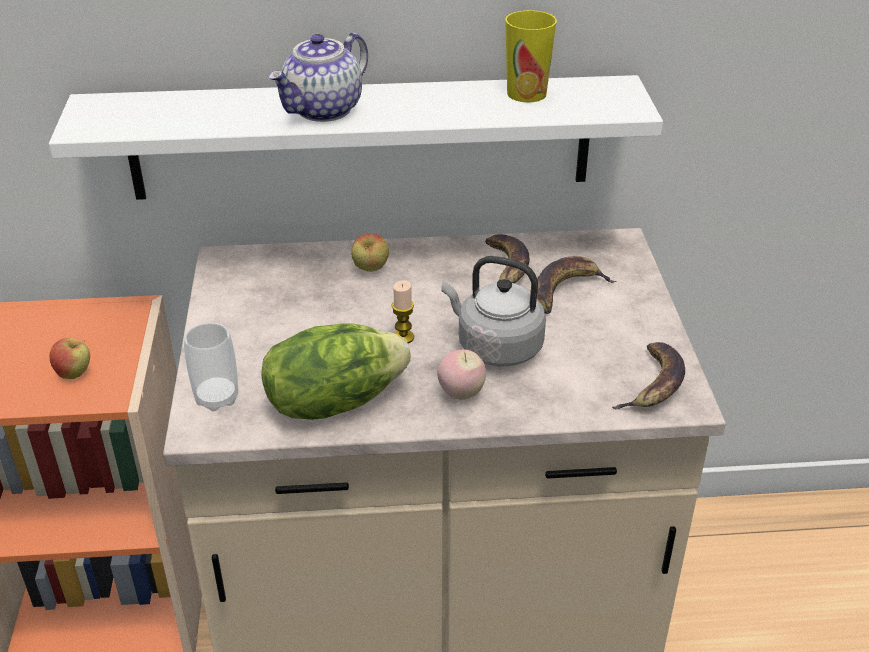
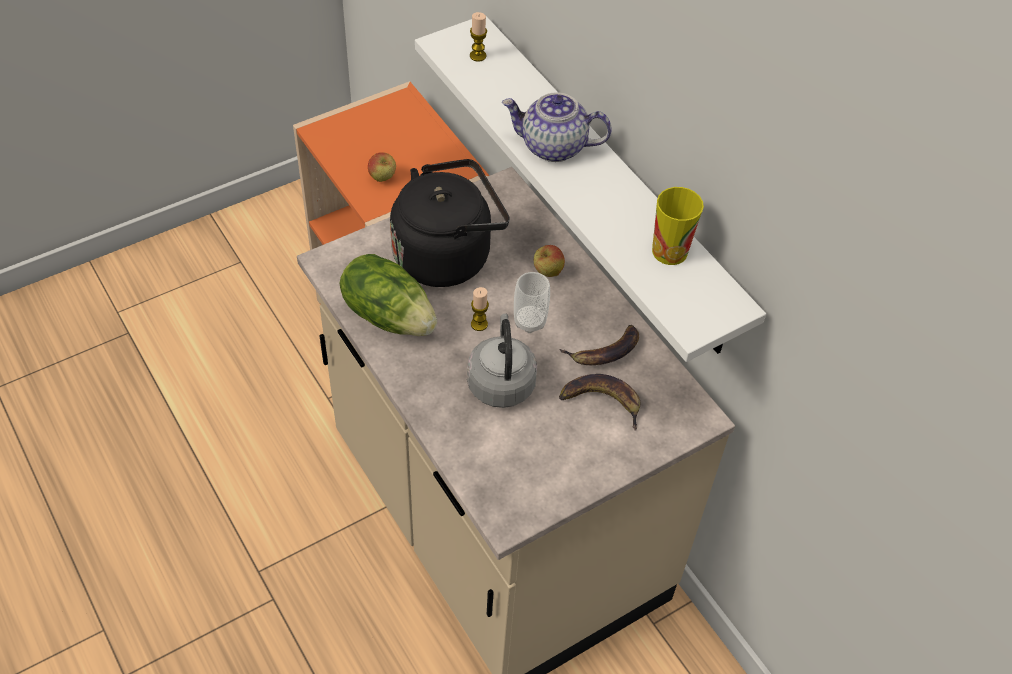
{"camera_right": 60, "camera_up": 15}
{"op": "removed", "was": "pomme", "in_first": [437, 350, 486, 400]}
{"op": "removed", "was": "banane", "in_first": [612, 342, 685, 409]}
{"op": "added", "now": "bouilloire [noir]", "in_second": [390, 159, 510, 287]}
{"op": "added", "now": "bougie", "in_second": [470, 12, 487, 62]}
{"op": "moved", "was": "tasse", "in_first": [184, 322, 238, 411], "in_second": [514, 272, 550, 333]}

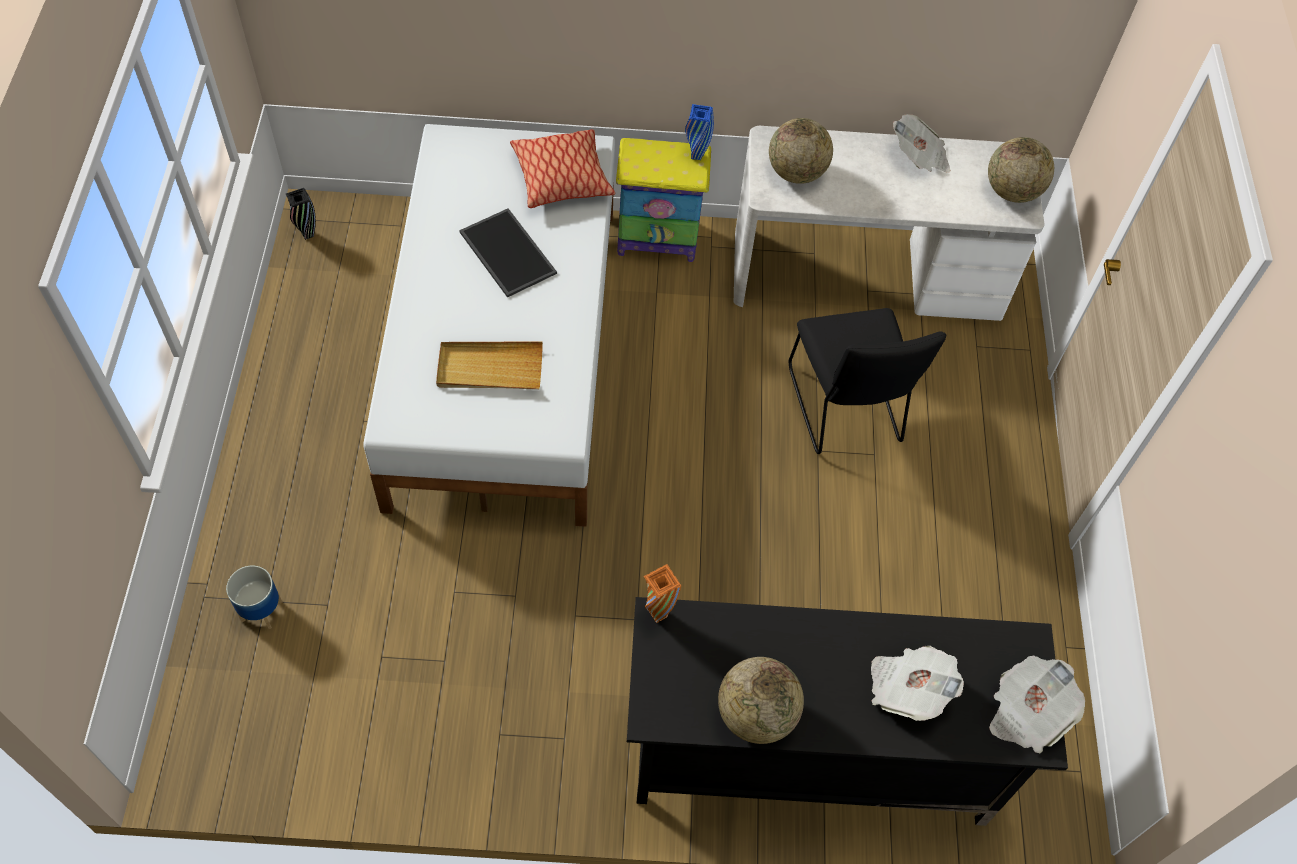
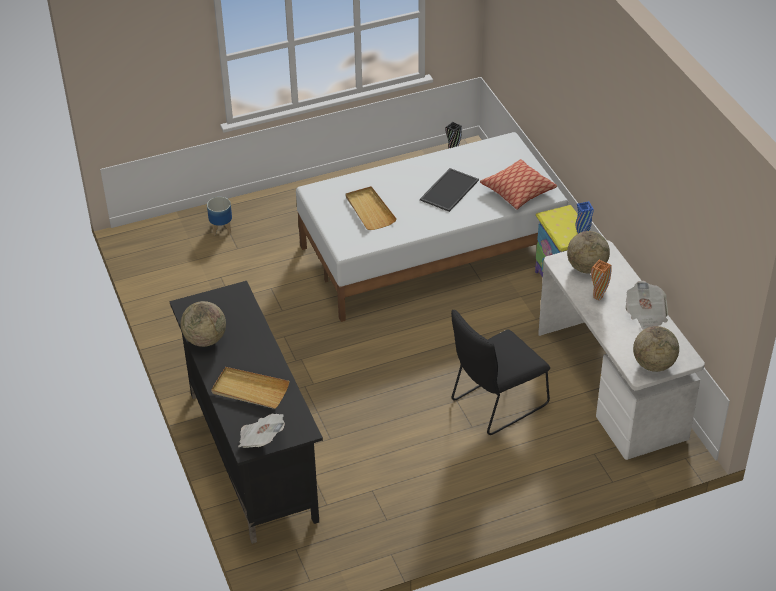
{"camera_right": 70, "camera_up": -15}
{"op": "moved", "was": "vase [orange]", "in_first": [644, 564, 681, 623], "in_second": [591, 260, 612, 301]}
{"op": "replaced", "was": "journal", "now": "plateau [beige]", "in_first": [871, 646, 964, 721], "in_second": [211, 367, 289, 409]}

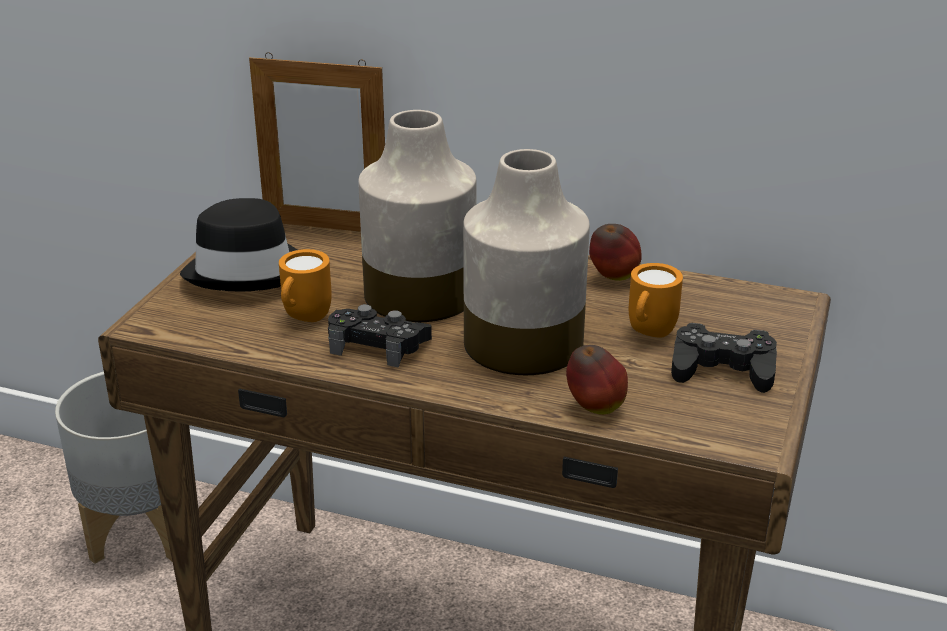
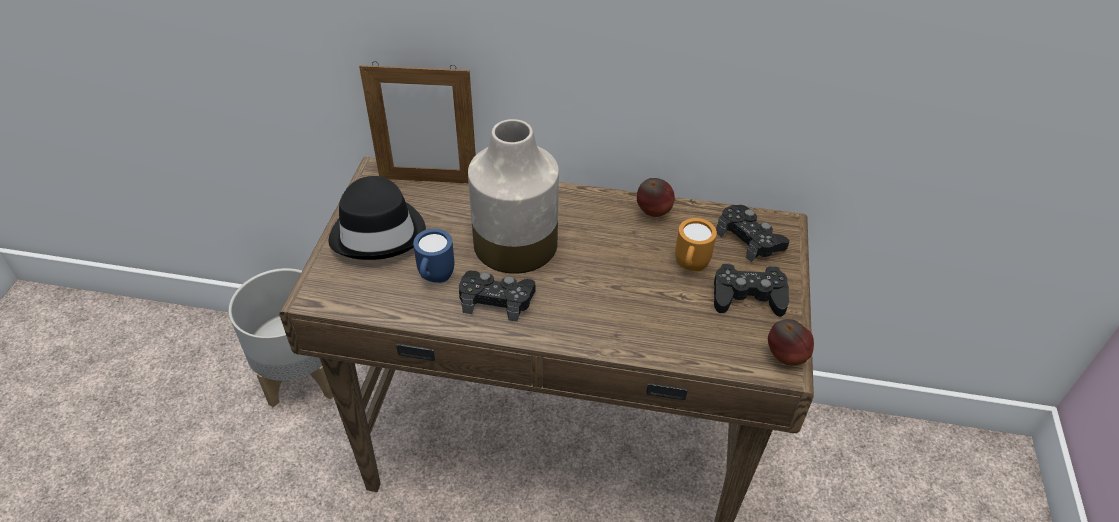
{"camera_right": -10, "camera_up": 15}
{"op": "removed", "was": "vase [beige]", "in_first": [463, 149, 590, 375]}
{"op": "added", "now": "manette [noir]", "in_second": [716, 205, 789, 262]}
{"op": "moved", "was": "pomme", "in_first": [566, 345, 628, 415], "in_second": [768, 319, 814, 366]}
{"op": "recoloured", "was": "mug [orange]", "now": "mug [bleu]", "in_first": [279, 249, 332, 322], "in_second": [413, 228, 454, 283]}

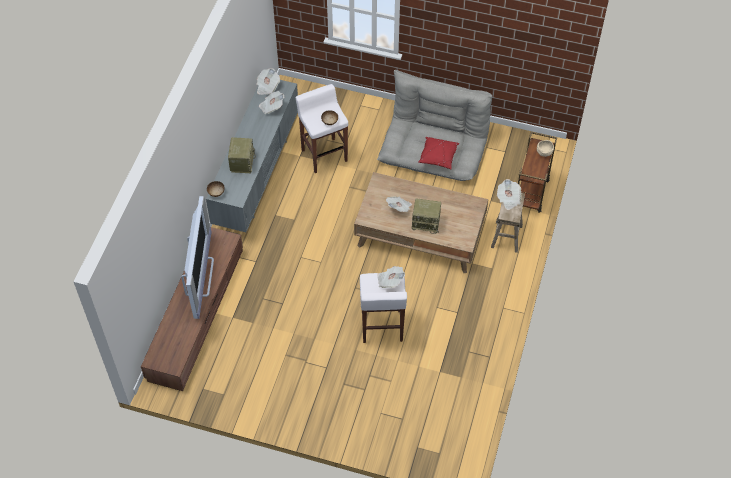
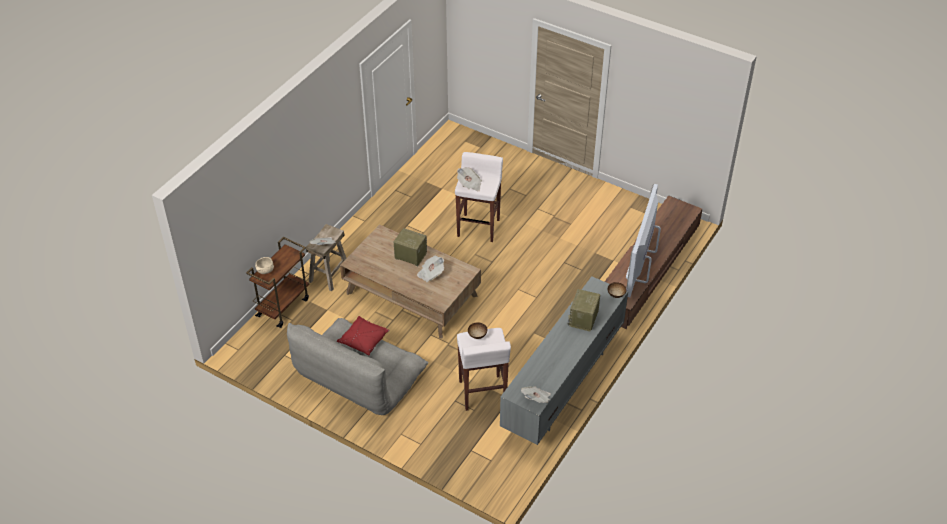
{"camera_right": -165, "camera_up": -10}
{"op": "removed", "was": "journal", "in_first": [259, 91, 284, 114]}

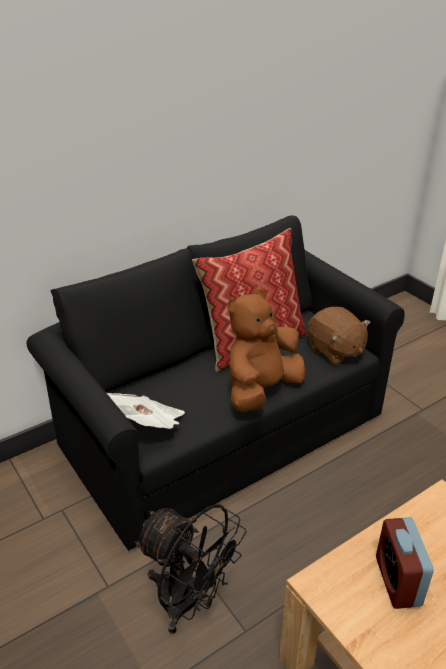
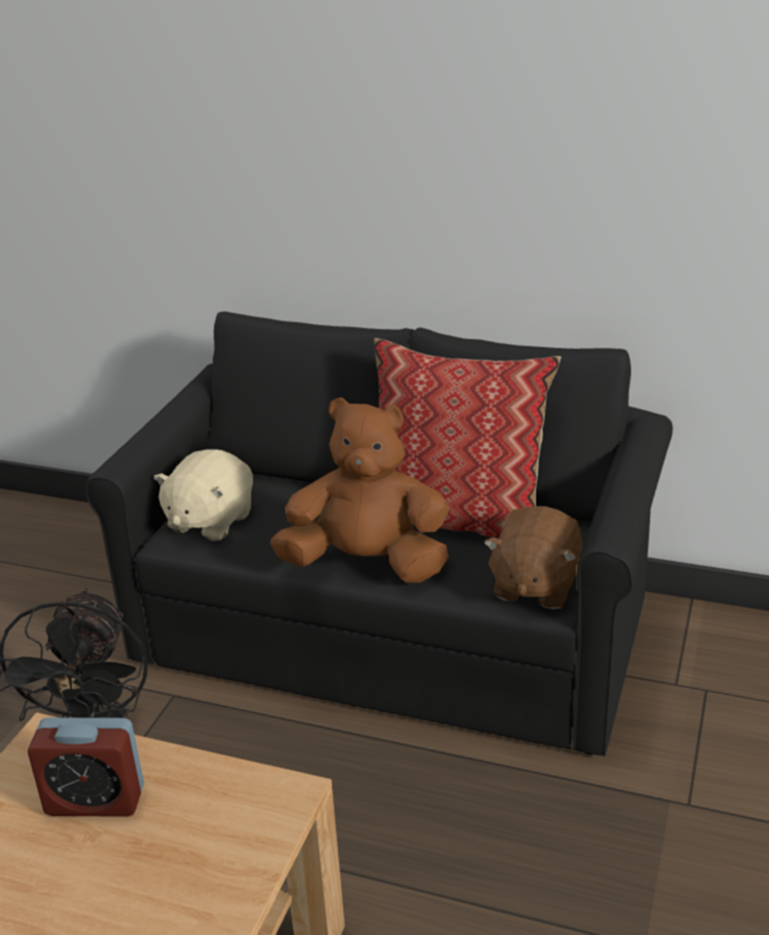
{"camera_right": 55, "camera_up": -5}
{"op": "replaced", "was": "journal", "now": "peluche [beige]", "in_first": [107, 393, 185, 429], "in_second": [154, 449, 253, 541]}
{"op": "turned", "was": "réveil", "in_first": [376, 517, 433, 609], "in_second": [27, 718, 144, 817], "clockwise": -135}

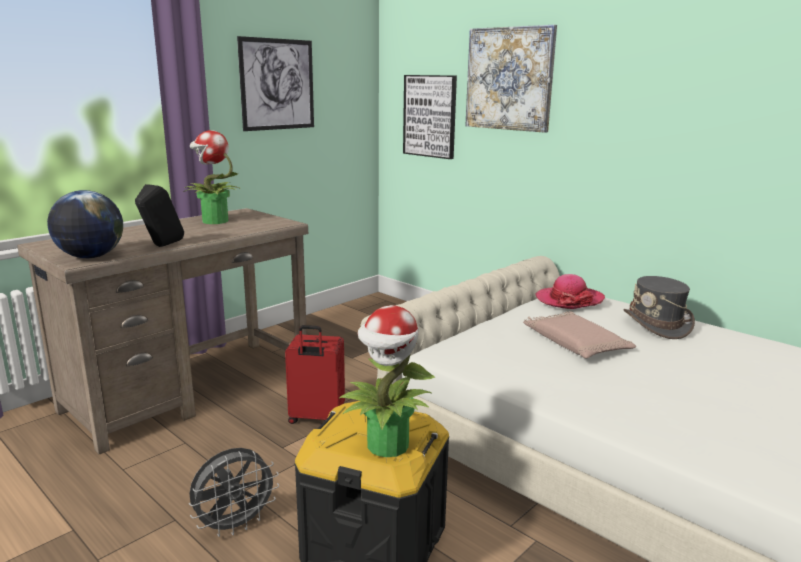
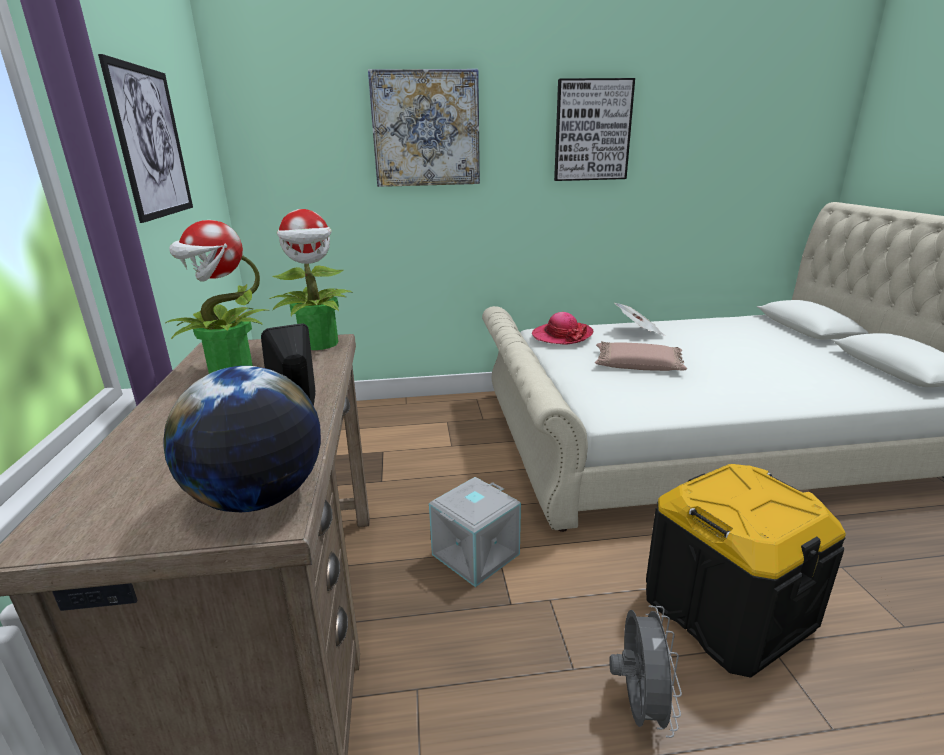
{"camera_right": -50, "camera_up": 5}
{"op": "moved", "was": "plante en pot", "in_first": [339, 305, 435, 457], "in_second": [269, 209, 352, 350]}
{"op": "moved", "was": "tableau", "in_first": [403, 75, 457, 159], "in_second": [554, 78, 635, 181]}
{"op": "replaced", "was": "valise [rouge]", "now": "boîte de rangement [gris]", "in_first": [285, 325, 345, 424], "in_second": [429, 477, 521, 587]}
{"op": "replaced", "was": "chapeau [gris]", "now": "journal", "in_first": [624, 276, 695, 339], "in_second": [614, 303, 666, 336]}

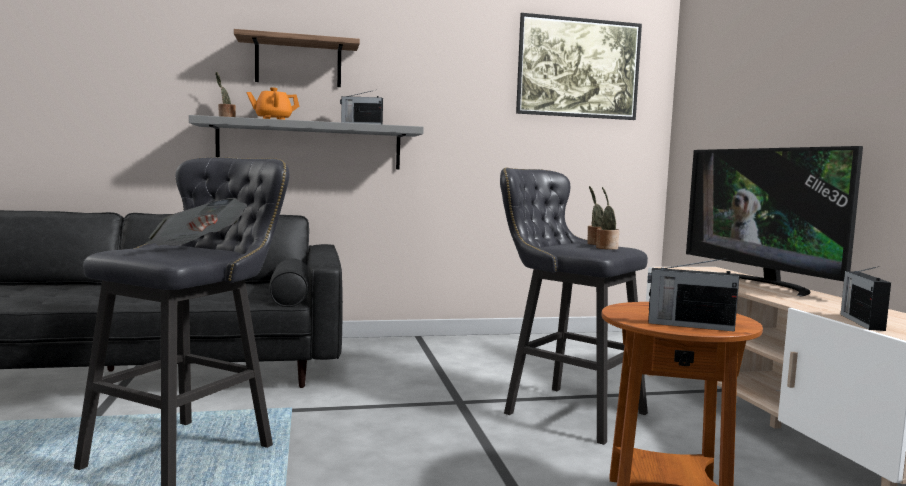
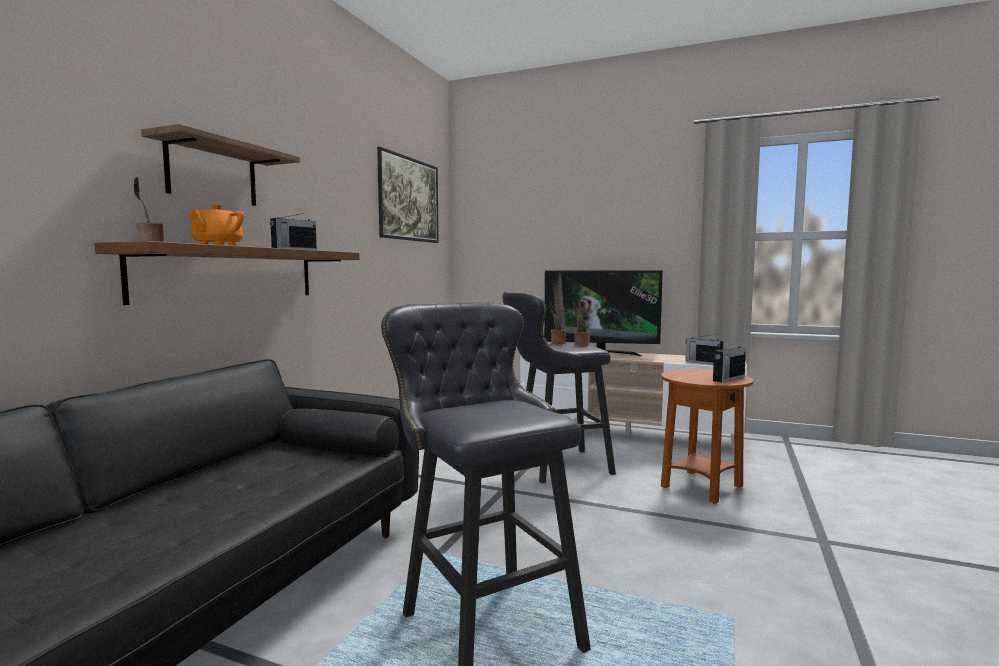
{"camera_right": -55, "camera_up": 0}
{"op": "removed", "was": "journal", "in_first": [146, 198, 247, 246]}
{"op": "recoloured", "was": "étagère [gris]", "now": "étagère [marron]", "in_first": [189, 115, 424, 169], "in_second": [94, 241, 360, 305]}

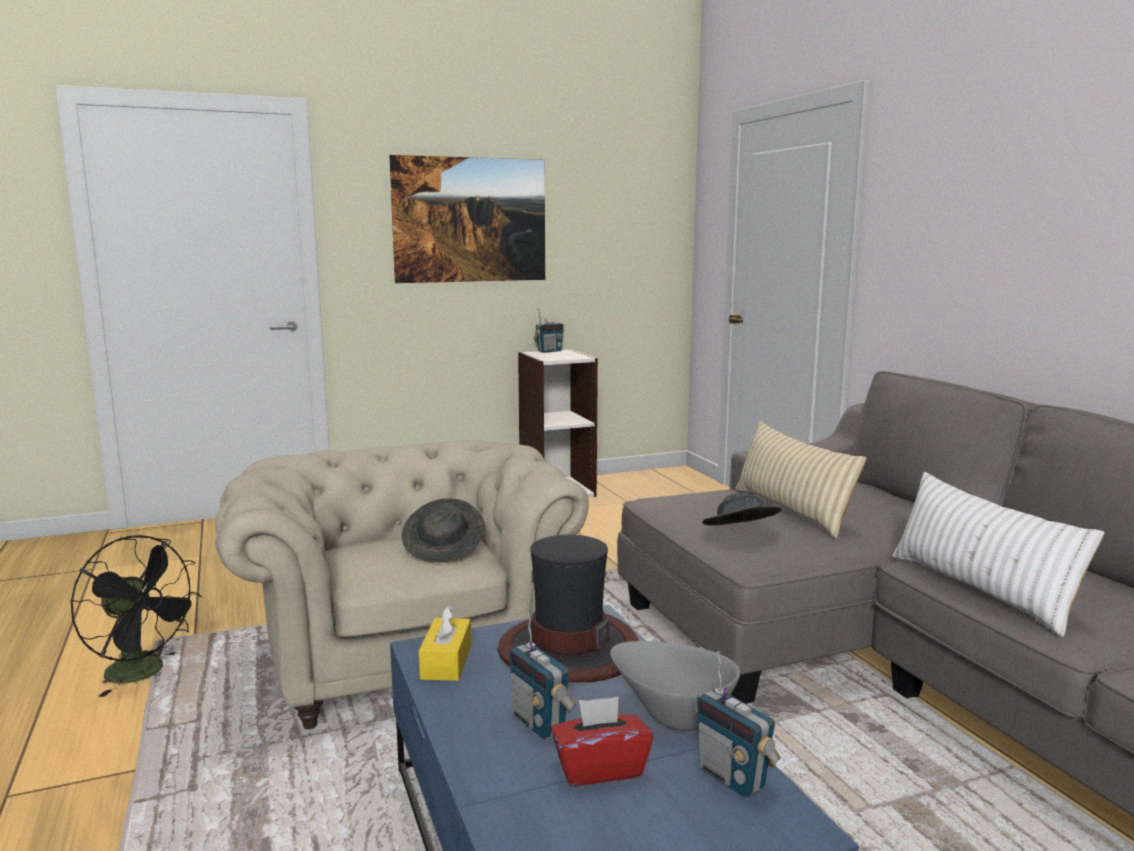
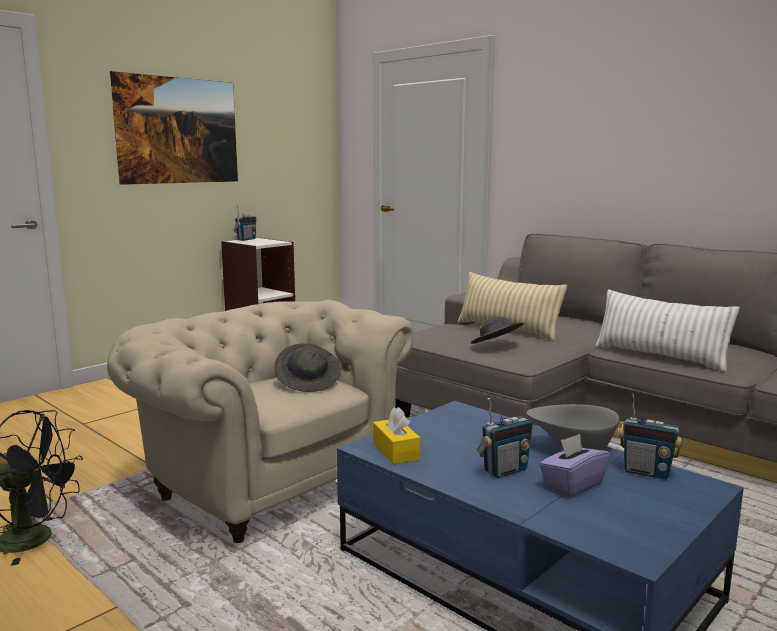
{"camera_right": -25, "camera_up": 0}
{"op": "removed", "was": "chapeau", "in_first": [498, 535, 639, 682]}
{"op": "recoloured", "was": "boîte à mouchoirs [rouge]", "now": "boîte à mouchoirs [violet]", "in_first": [550, 697, 653, 786], "in_second": [539, 434, 610, 497]}
{"op": "turned", "was": "radio", "in_first": [509, 609, 577, 739], "in_second": [477, 398, 533, 478], "clockwise": -60}

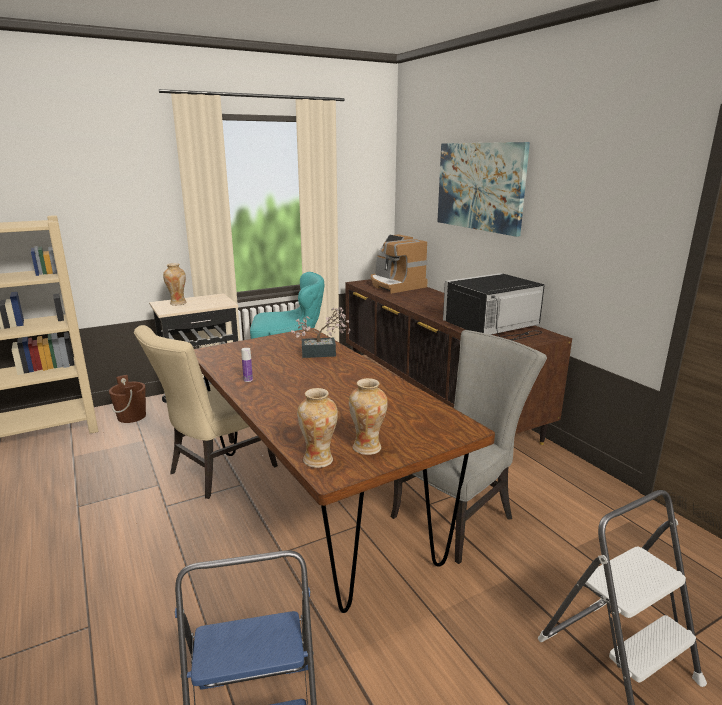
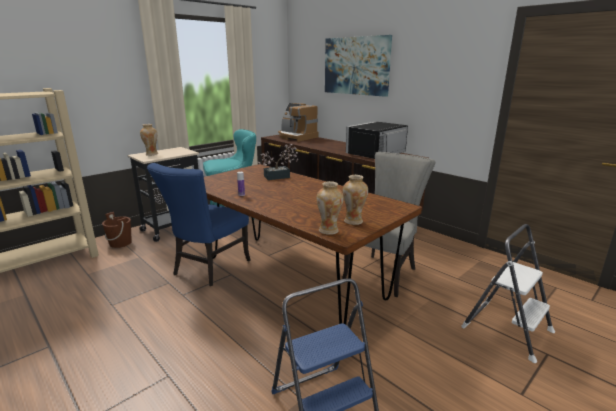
{"camera_right": -15, "camera_up": 0}
{"op": "recoloured", "was": "chaise [beige]", "now": "chaise [bleu]", "in_first": [134, 325, 278, 499], "in_second": [147, 163, 250, 286]}

